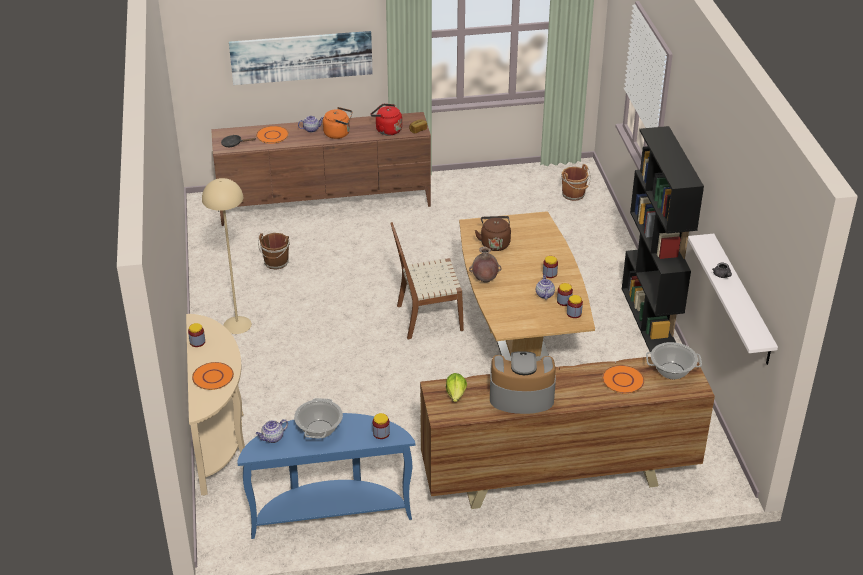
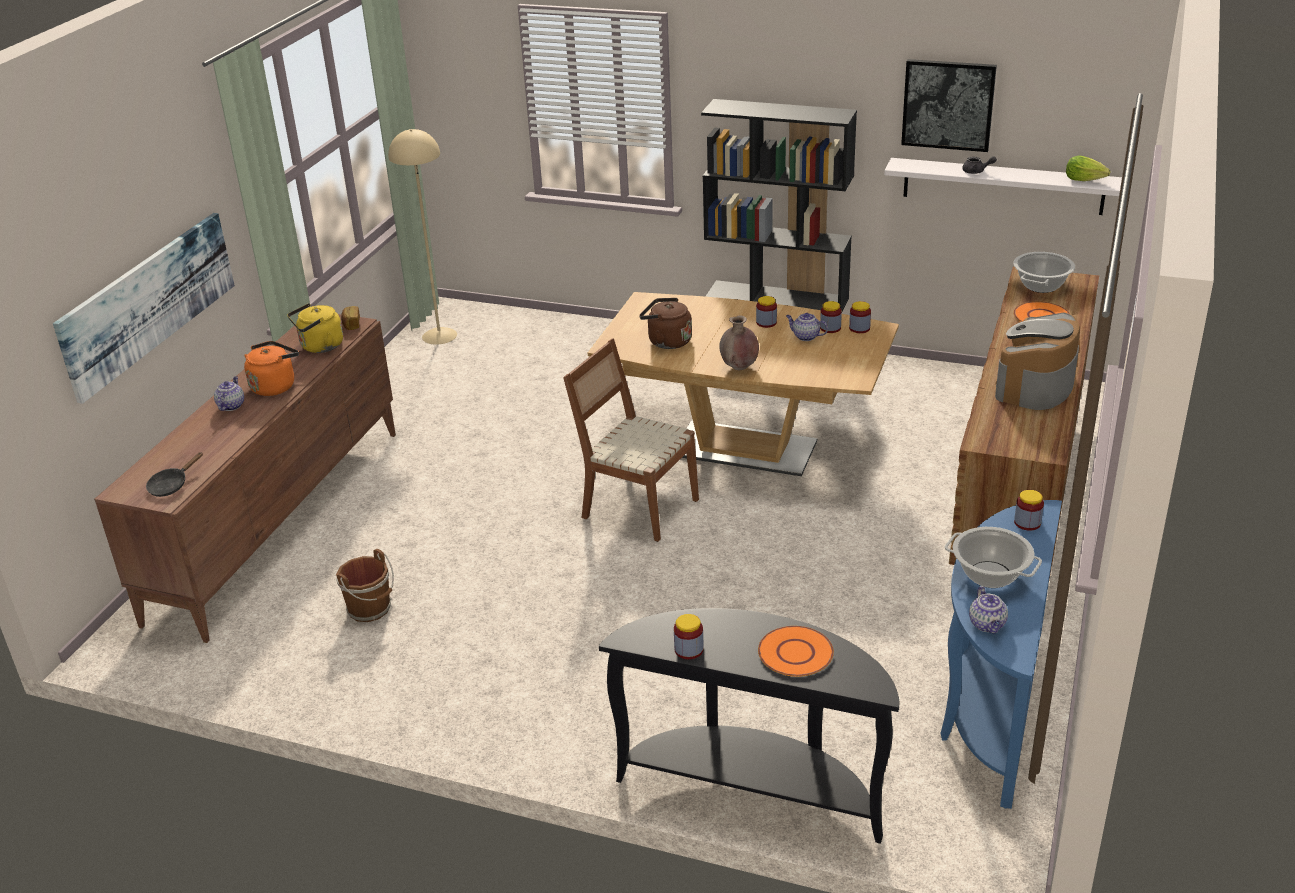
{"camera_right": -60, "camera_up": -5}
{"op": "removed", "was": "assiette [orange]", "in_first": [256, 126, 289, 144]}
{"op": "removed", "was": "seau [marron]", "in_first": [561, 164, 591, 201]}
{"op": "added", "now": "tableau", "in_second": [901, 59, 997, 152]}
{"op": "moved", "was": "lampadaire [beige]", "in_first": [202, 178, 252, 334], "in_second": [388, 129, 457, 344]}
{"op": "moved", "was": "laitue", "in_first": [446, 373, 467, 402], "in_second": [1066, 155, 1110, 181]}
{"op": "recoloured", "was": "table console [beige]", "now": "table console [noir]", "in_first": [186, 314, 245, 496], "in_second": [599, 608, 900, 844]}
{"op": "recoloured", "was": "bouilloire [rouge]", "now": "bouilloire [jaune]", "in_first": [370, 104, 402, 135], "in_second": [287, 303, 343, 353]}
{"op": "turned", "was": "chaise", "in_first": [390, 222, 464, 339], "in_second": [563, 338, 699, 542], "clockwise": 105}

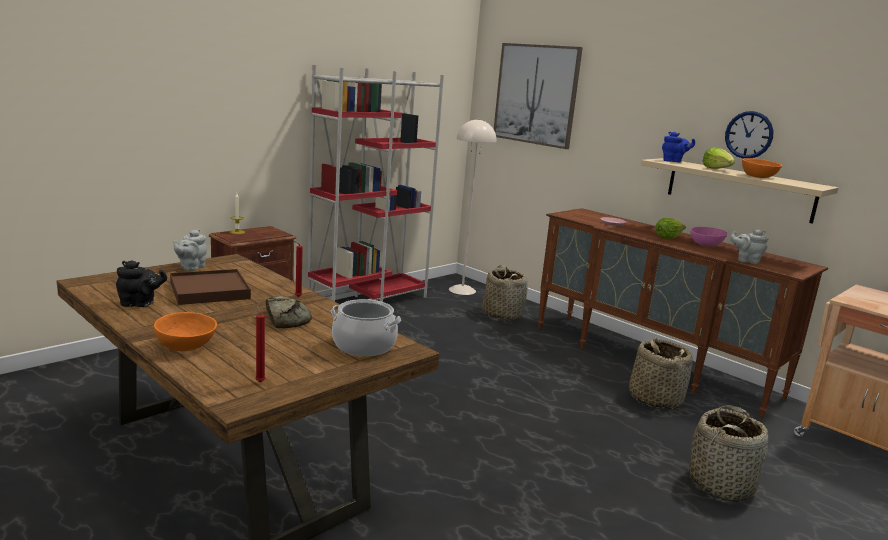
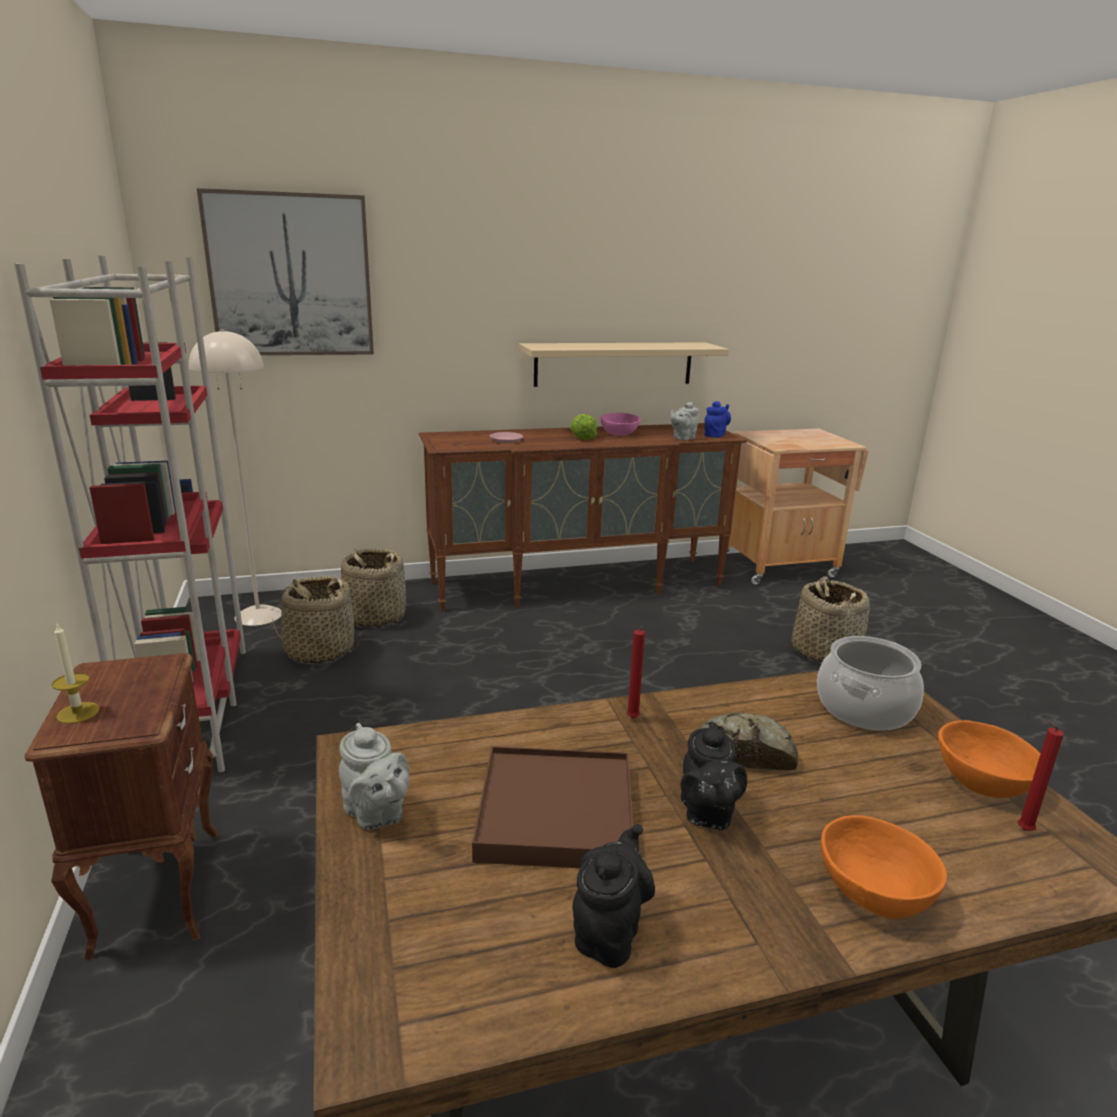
{"camera_right": -60, "camera_up": 5}
{"op": "removed", "was": "laitue", "in_first": [703, 147, 735, 169]}
{"op": "removed", "was": "horloge murale", "in_first": [725, 111, 774, 159]}
{"op": "added", "now": "théière [noir]", "in_second": [680, 721, 747, 830]}
{"op": "moved", "was": "panier", "in_first": [629, 336, 693, 410], "in_second": [272, 576, 359, 664]}
{"op": "moved", "was": "théière [bleu]", "in_first": [662, 132, 695, 163], "in_second": [704, 401, 731, 438]}
{"op": "moved", "was": "bol [orange]", "in_first": [742, 158, 782, 178], "in_second": [938, 720, 1040, 798]}

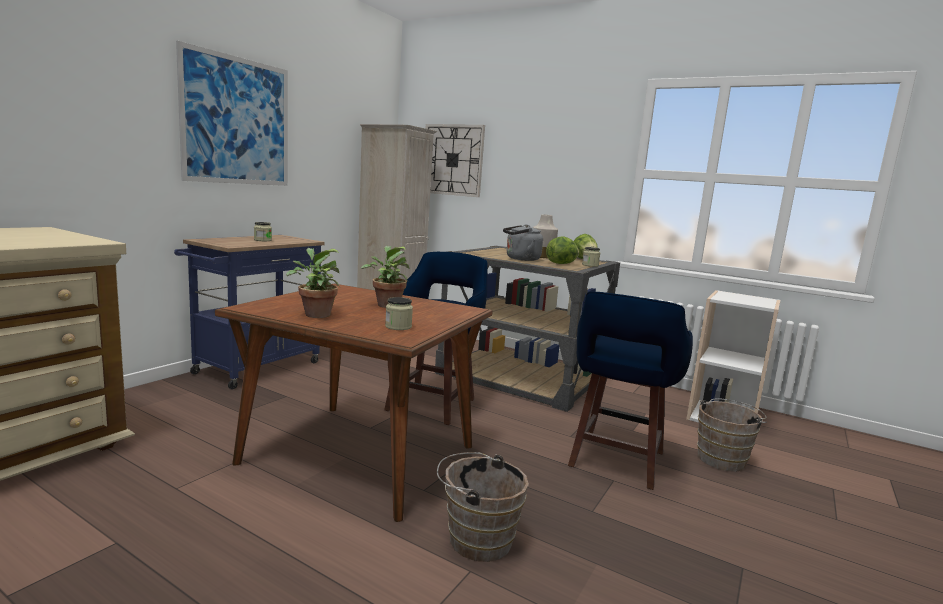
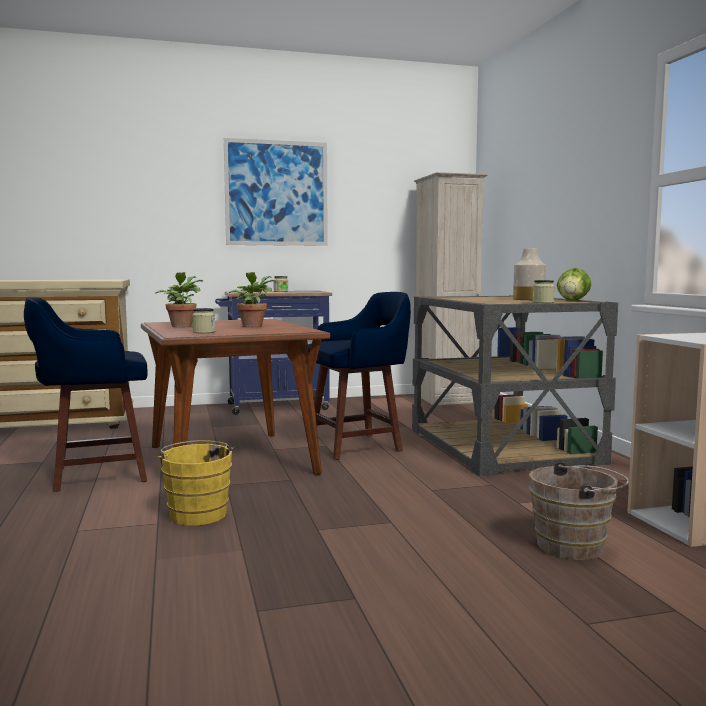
{"camera_right": 45, "camera_up": -5}
{"op": "removed", "was": "horloge murale", "in_first": [426, 124, 485, 197]}
{"op": "removed", "was": "bouilloire [gris]", "in_first": [503, 224, 543, 261]}
{"op": "removed", "was": "laitue", "in_first": [546, 236, 579, 264]}
{"op": "moved", "was": "tabouret [bleu]", "in_first": [568, 292, 693, 490], "in_second": [24, 297, 148, 492]}
{"op": "recoloured", "was": "seau [marron]", "now": "seau [jaune]", "in_first": [437, 452, 529, 562], "in_second": [157, 440, 235, 526]}

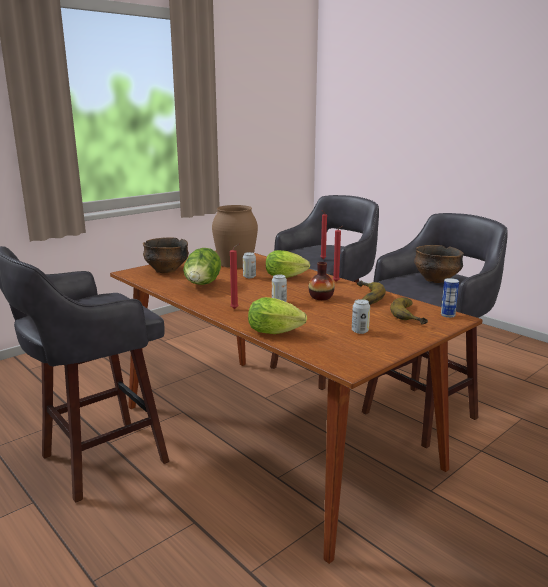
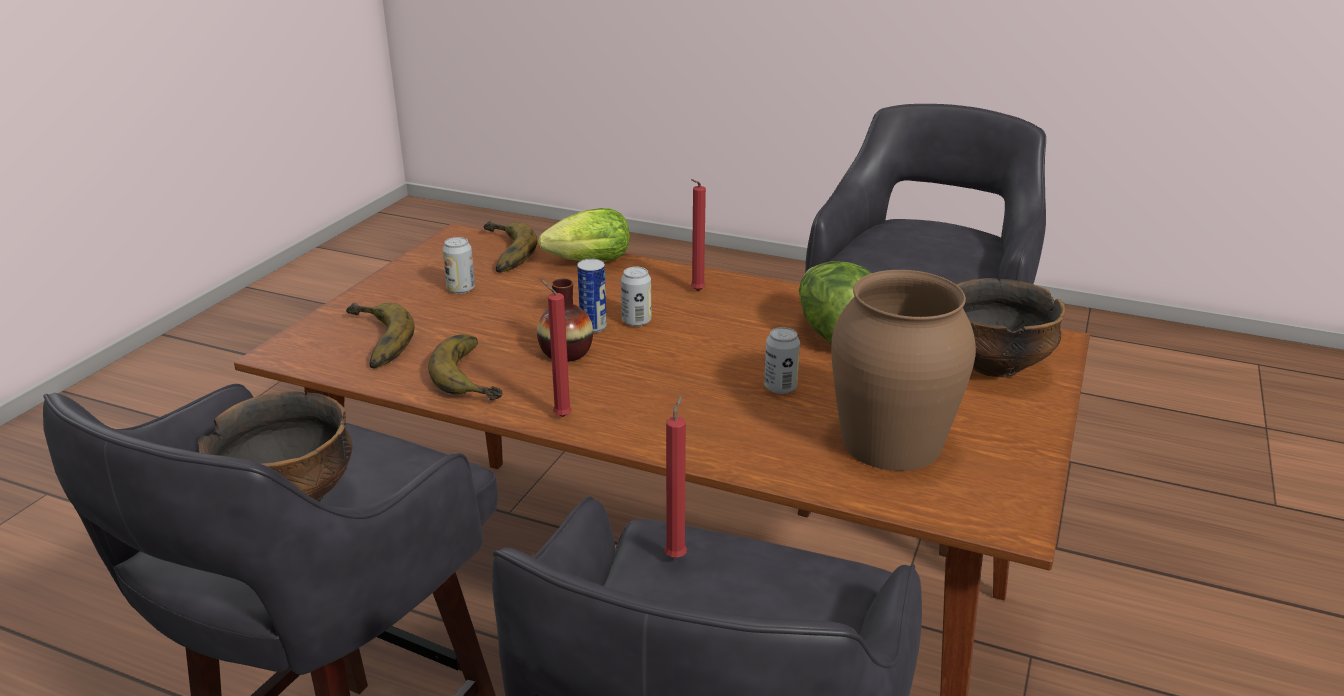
{"camera_right": 155, "camera_up": 10}
{"op": "removed", "was": "laitue", "in_first": [266, 250, 310, 278]}
{"op": "added", "now": "banane", "in_second": [484, 221, 537, 273]}
{"op": "moved", "was": "boîte métallique", "in_first": [441, 278, 459, 318], "in_second": [577, 259, 607, 333]}

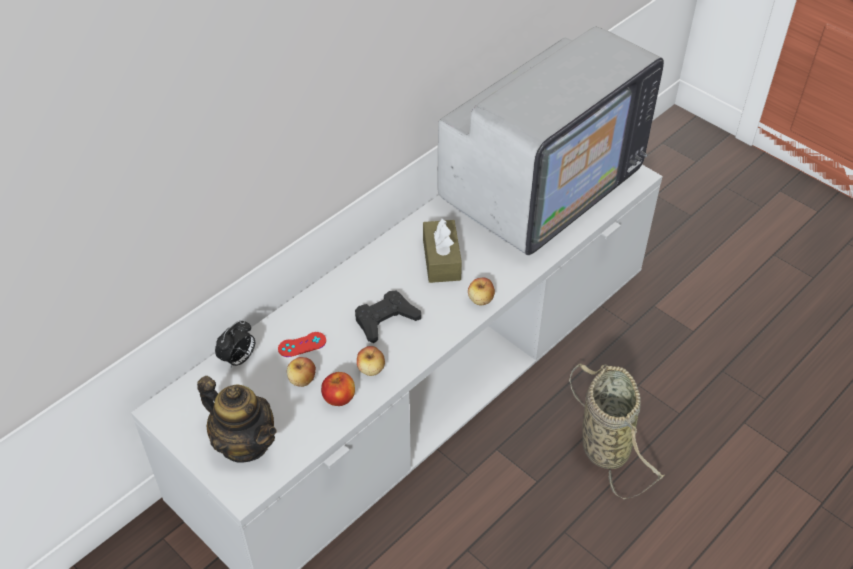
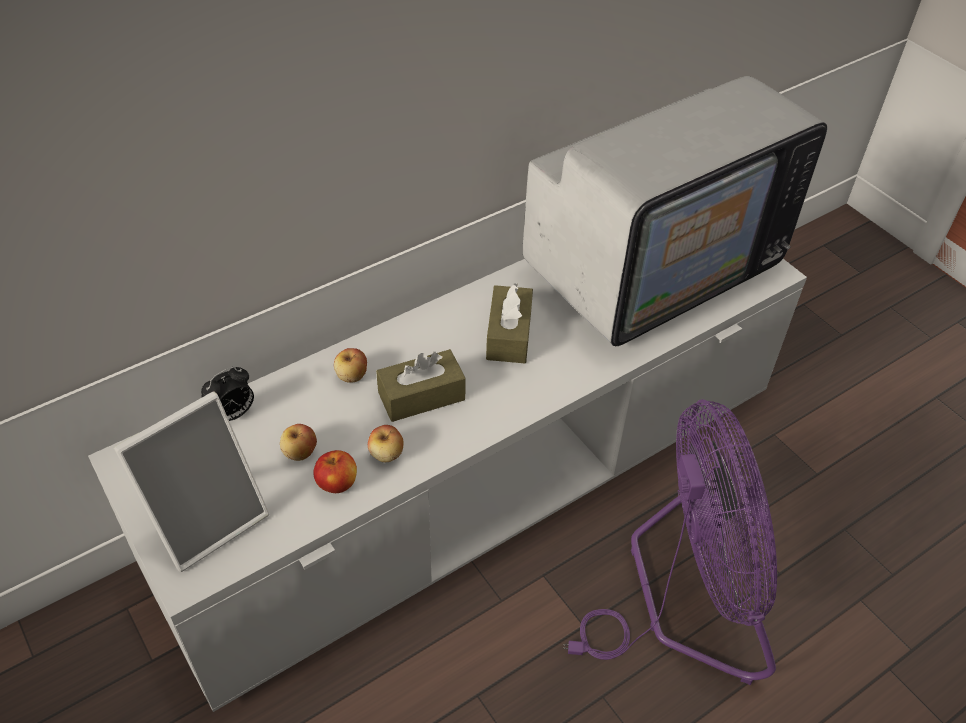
{"camera_right": 10, "camera_up": 0}
{"op": "removed", "was": "manette [rouge]", "in_first": [278, 332, 326, 357]}
{"op": "moved", "was": "pomme", "in_first": [468, 278, 495, 305], "in_second": [334, 348, 367, 382]}
{"op": "replaced", "was": "théière", "now": "cadre photo", "in_first": [197, 376, 277, 463], "in_second": [114, 392, 270, 572]}
{"op": "replaced", "was": "manette [noir]", "now": "boîte à mouchoirs [marron]", "in_first": [355, 291, 421, 343], "in_second": [376, 349, 466, 422]}
{"op": "replaced", "was": "panier", "now": "ventilateur [violet]", "in_first": [569, 363, 665, 500], "in_second": [563, 399, 777, 685]}

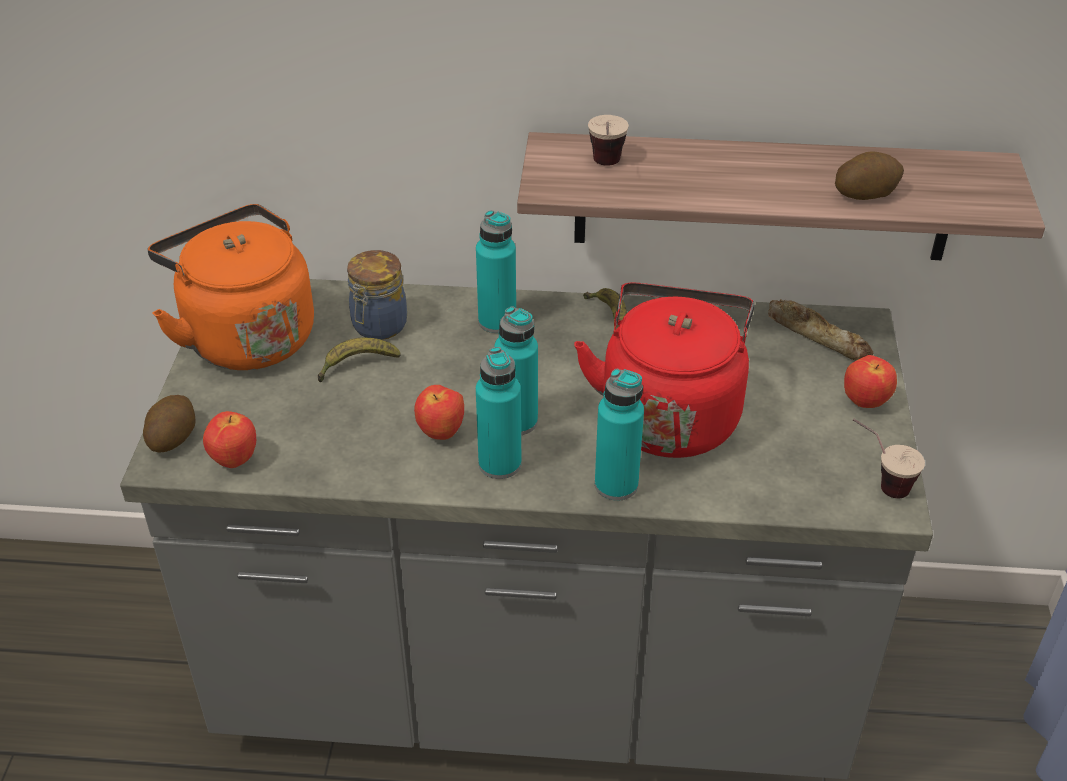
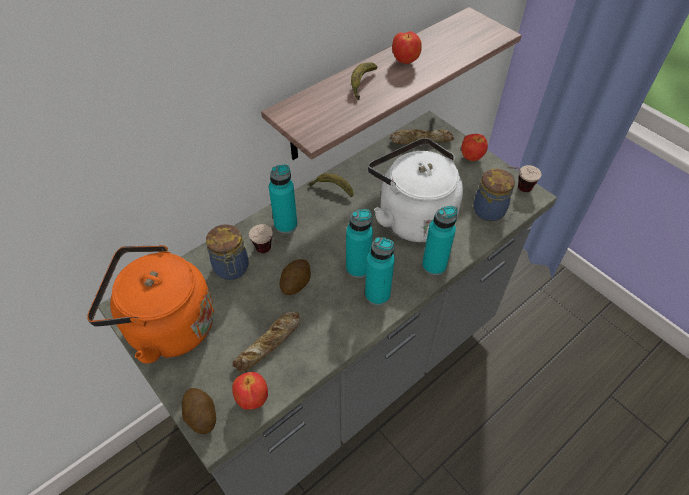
{"camera_right": -45, "camera_up": 10}
{"op": "added", "now": "pain", "in_second": [233, 312, 300, 373]}
{"op": "added", "now": "bocal", "in_second": [473, 169, 515, 221]}
{"op": "moved", "was": "banane", "in_first": [318, 338, 401, 382], "in_second": [351, 62, 378, 100]}
{"op": "moved", "was": "pomme", "in_first": [414, 385, 464, 440], "in_second": [392, 31, 422, 64]}
{"op": "moved", "was": "tasse", "in_first": [588, 115, 629, 166], "in_second": [249, 224, 278, 253]}
{"op": "moved", "was": "pomme de terre", "in_first": [835, 151, 904, 200], "in_second": [279, 259, 311, 295]}
{"op": "recoloured", "was": "bouilloire [rouge]", "now": "bouilloire [blanc]", "in_first": [574, 282, 754, 458], "in_second": [368, 138, 463, 242]}

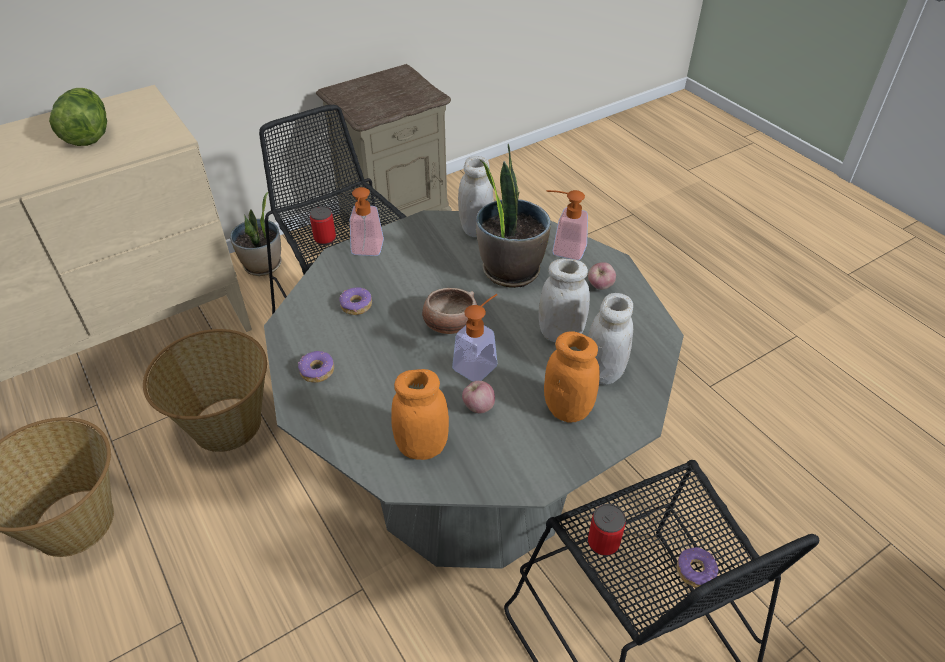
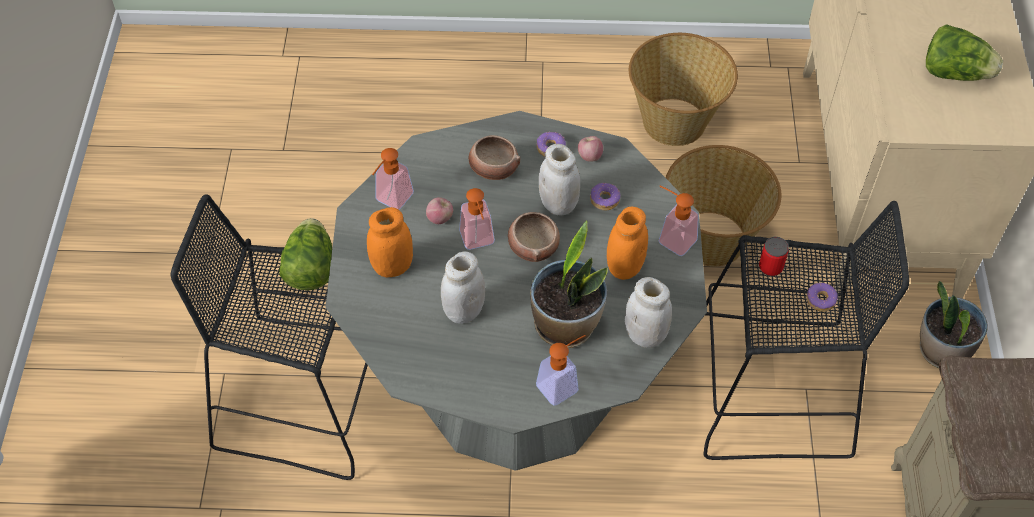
{"camera_right": 125, "camera_up": 10}
{"op": "added", "now": "distributeur de savon", "in_second": [372, 148, 414, 210]}
{"op": "added", "now": "bol", "in_second": [468, 135, 520, 180]}
{"op": "moved", "was": "bocal [orange]", "in_first": [391, 369, 449, 460], "in_second": [607, 207, 648, 280]}
{"op": "moved", "was": "pomme", "in_first": [588, 262, 616, 290], "in_second": [578, 136, 603, 162]}
{"op": "moved", "was": "bocal [blanc]", "in_first": [588, 293, 633, 385], "in_second": [539, 144, 580, 215]}
{"op": "moved", "was": "beignet", "in_first": [676, 547, 718, 588], "in_second": [807, 283, 838, 312]}
{"op": "replaced", "was": "boîte métallique", "now": "laitue", "in_first": [588, 504, 626, 556], "in_second": [279, 218, 332, 290]}

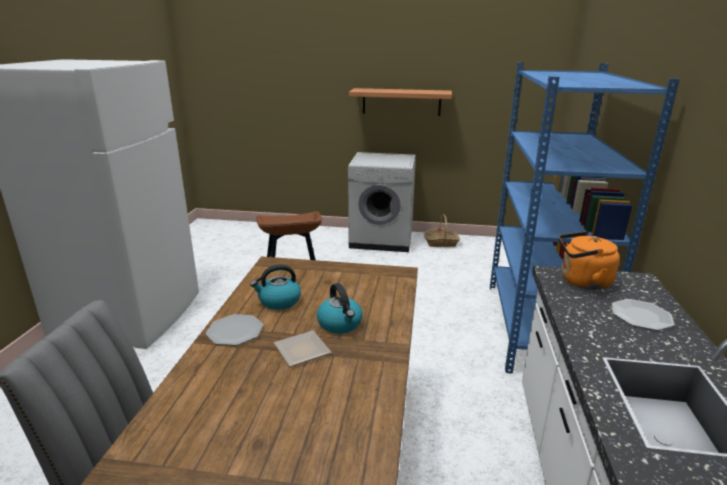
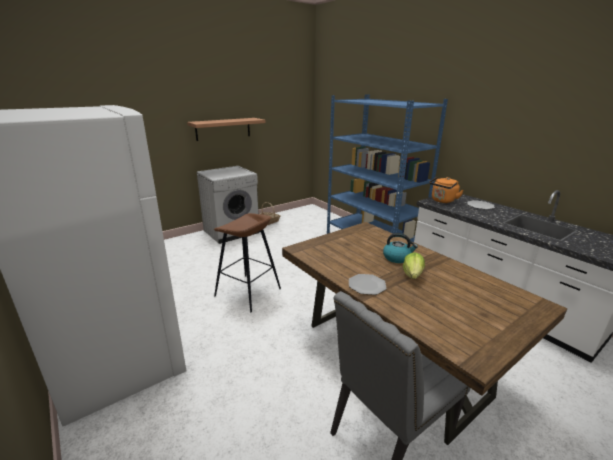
{"camera_right": -45, "camera_up": 0}
{"op": "removed", "was": "bouilloire", "in_first": [250, 264, 301, 310]}
{"op": "replaced", "was": "assiette", "now": "laitue", "in_first": [274, 331, 332, 367], "in_second": [403, 252, 425, 279]}

